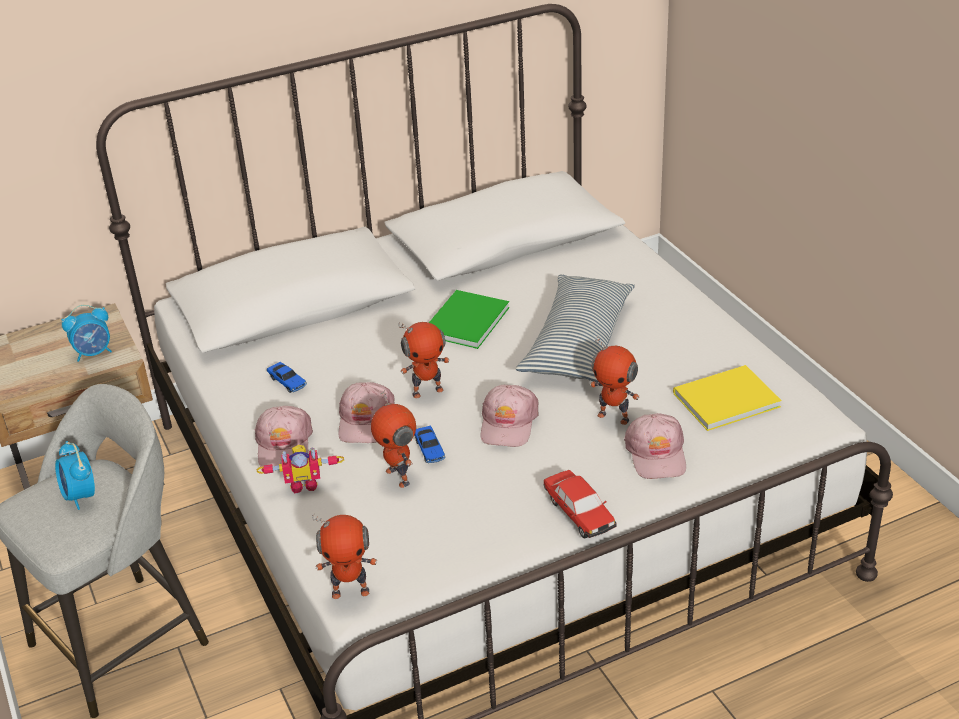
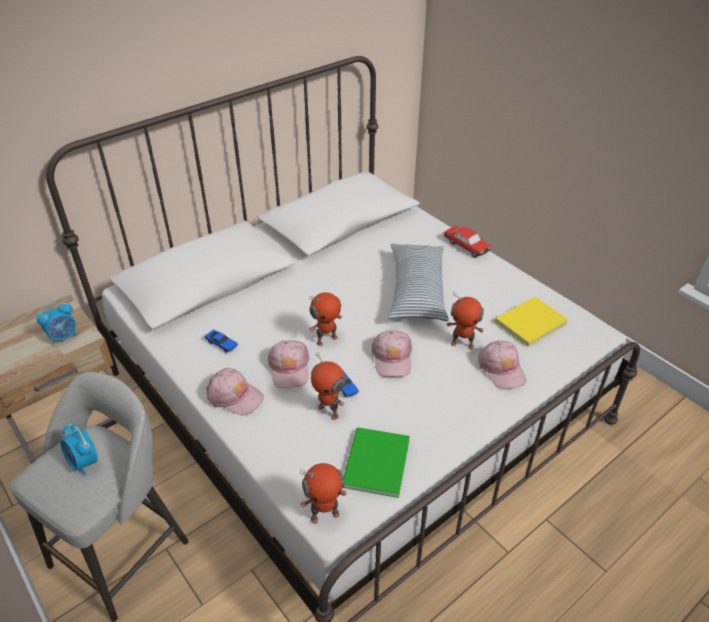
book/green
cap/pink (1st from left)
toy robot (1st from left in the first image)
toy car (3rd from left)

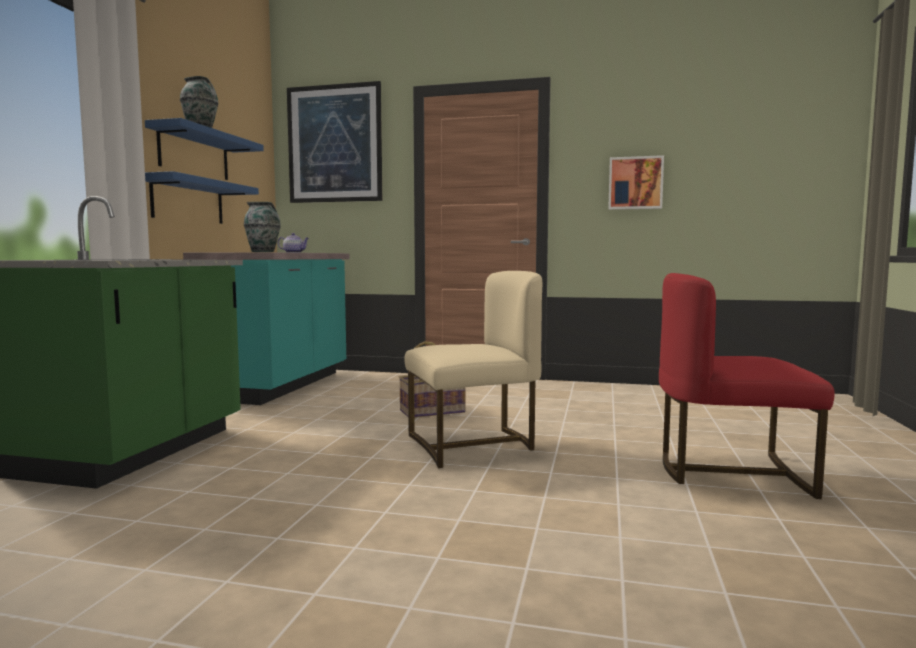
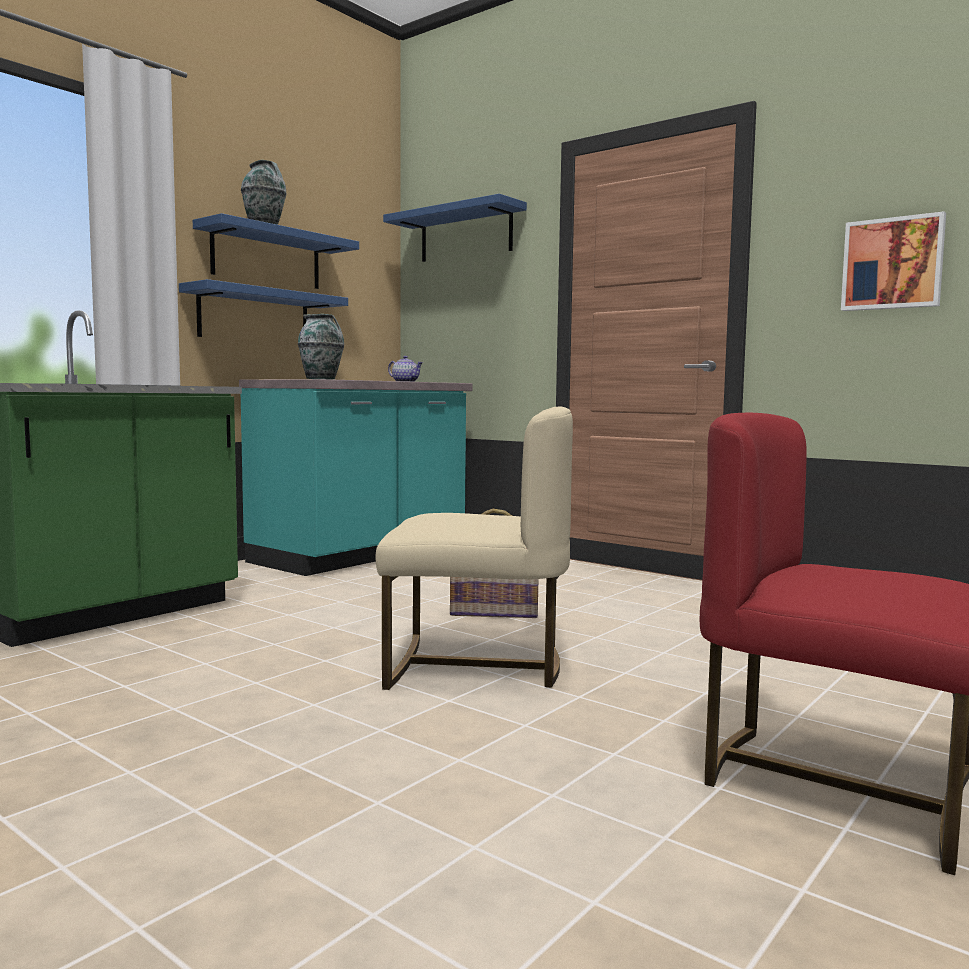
shelf/blue (3rd from left)

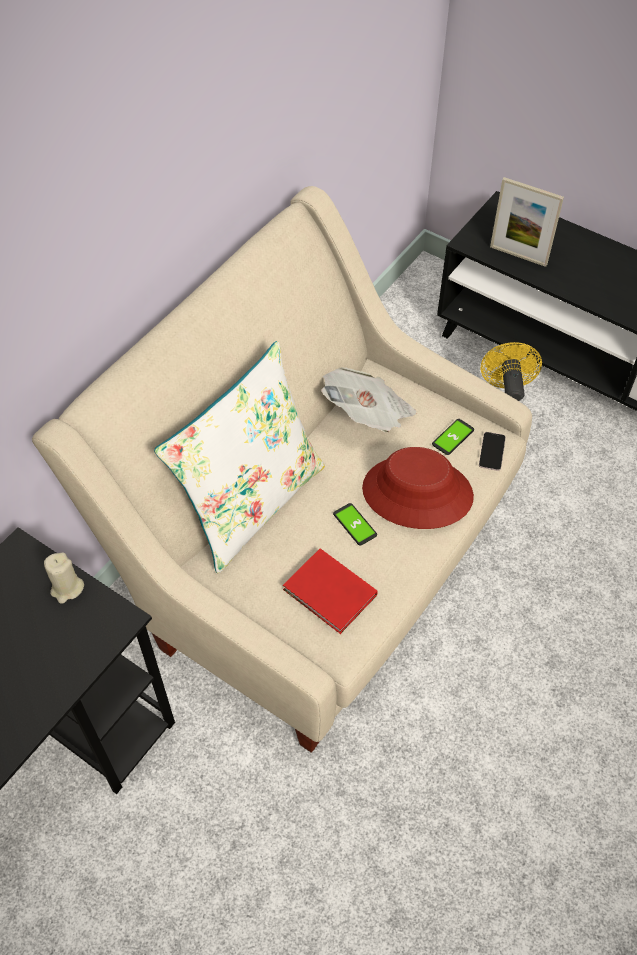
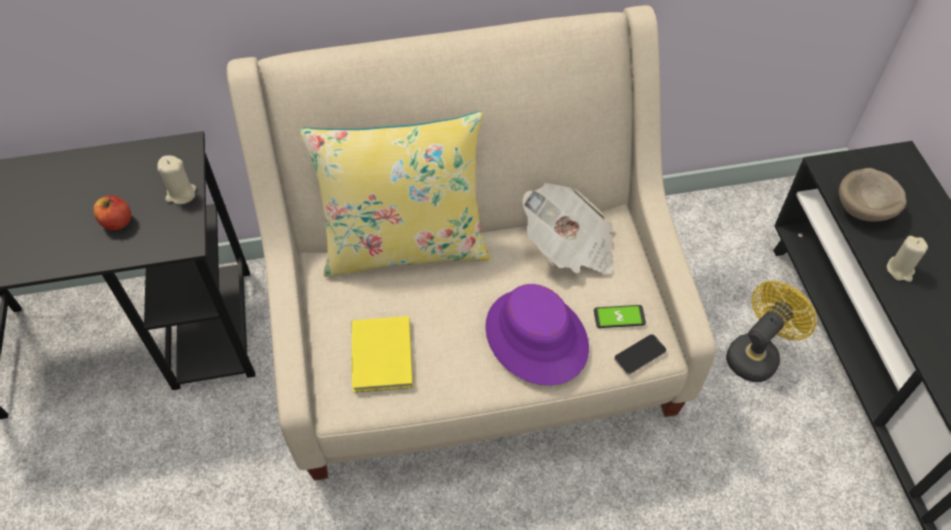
bowl/beige
pillow/yellow
hat/purple
phone (1st from left in the first image)
book/yellow
apple
candle/beige (2nd from left)

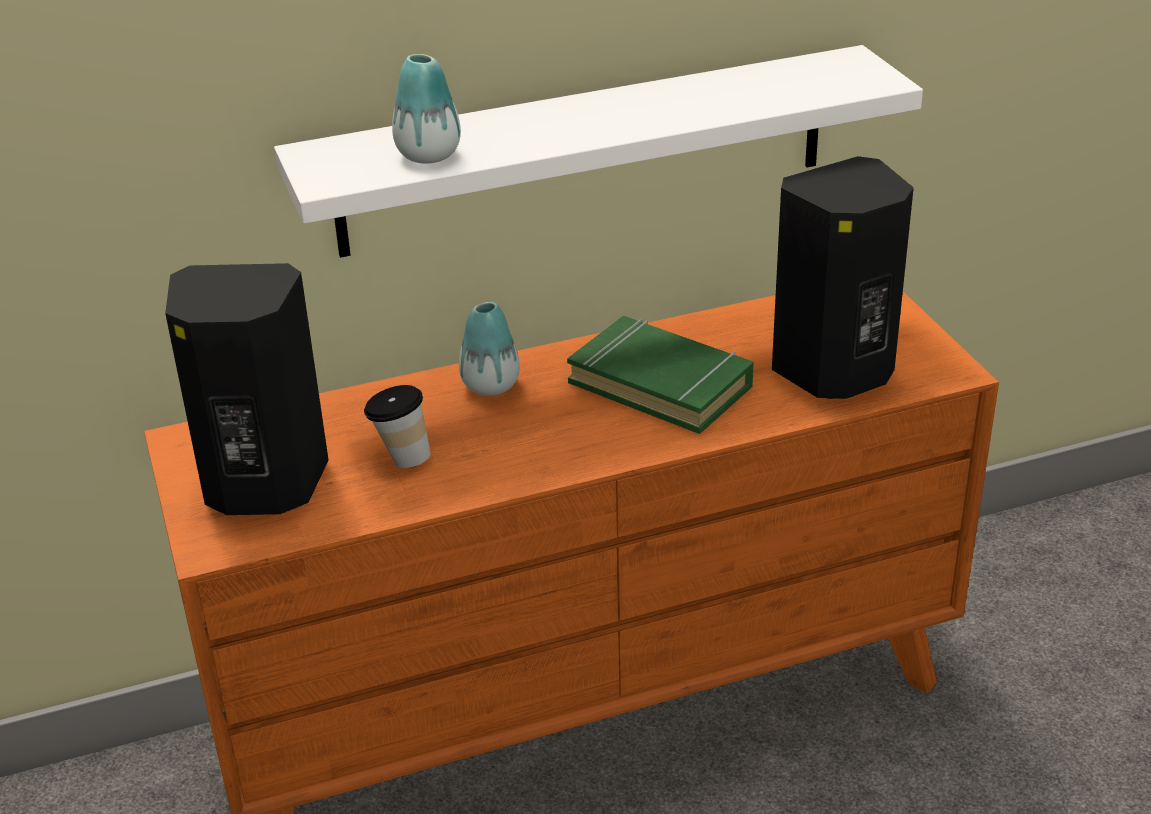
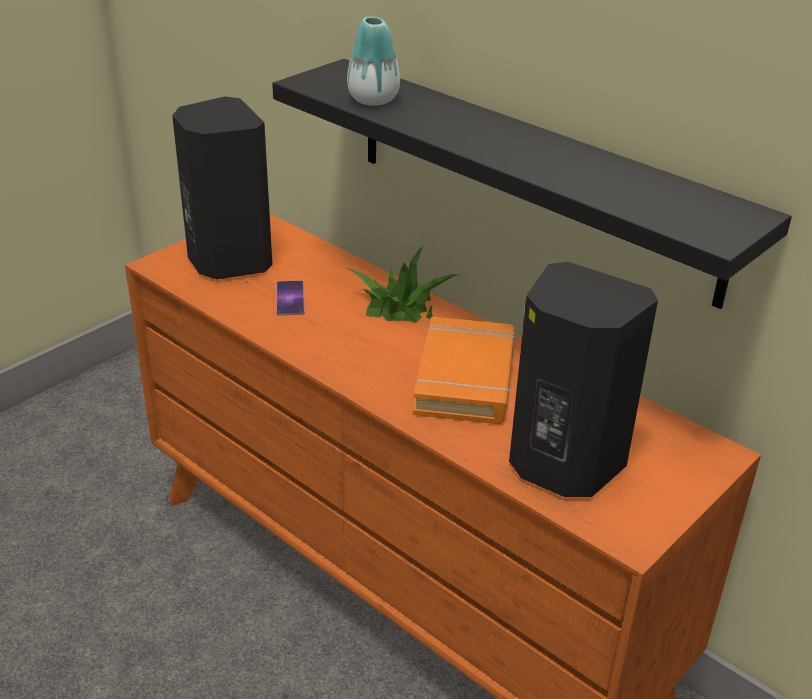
shelf/black
potted plant
book/orange
phone

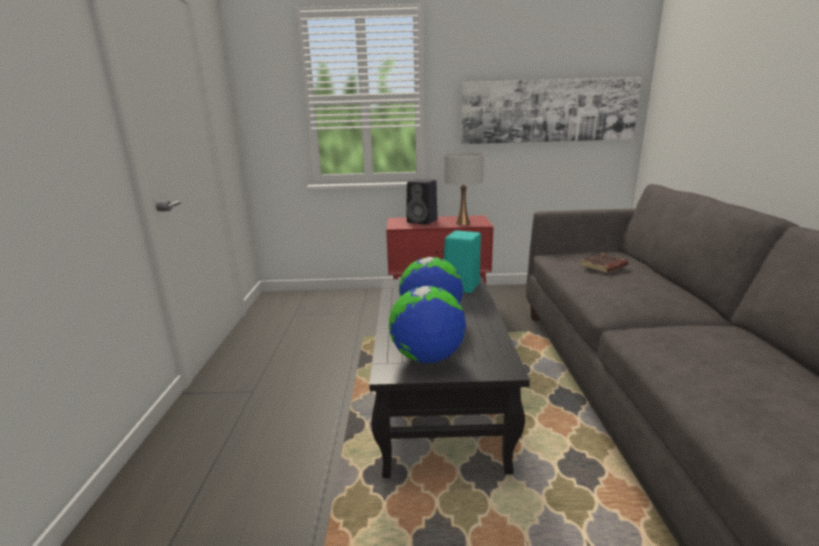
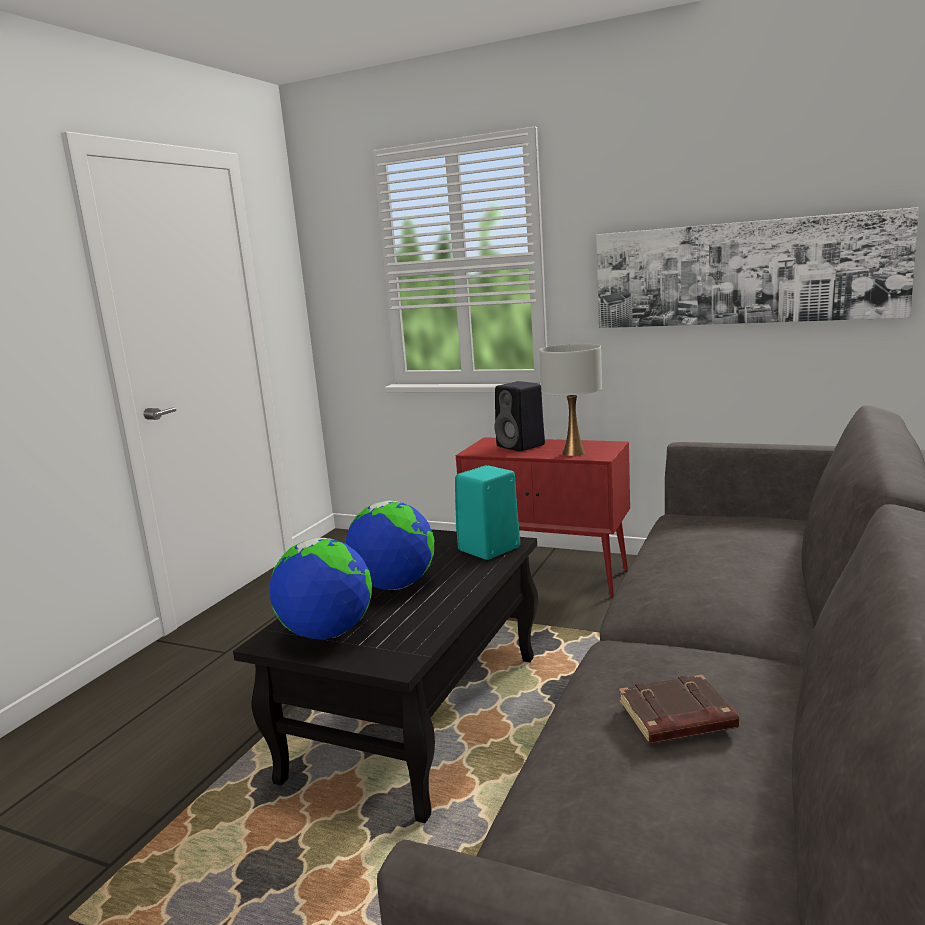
book/brown

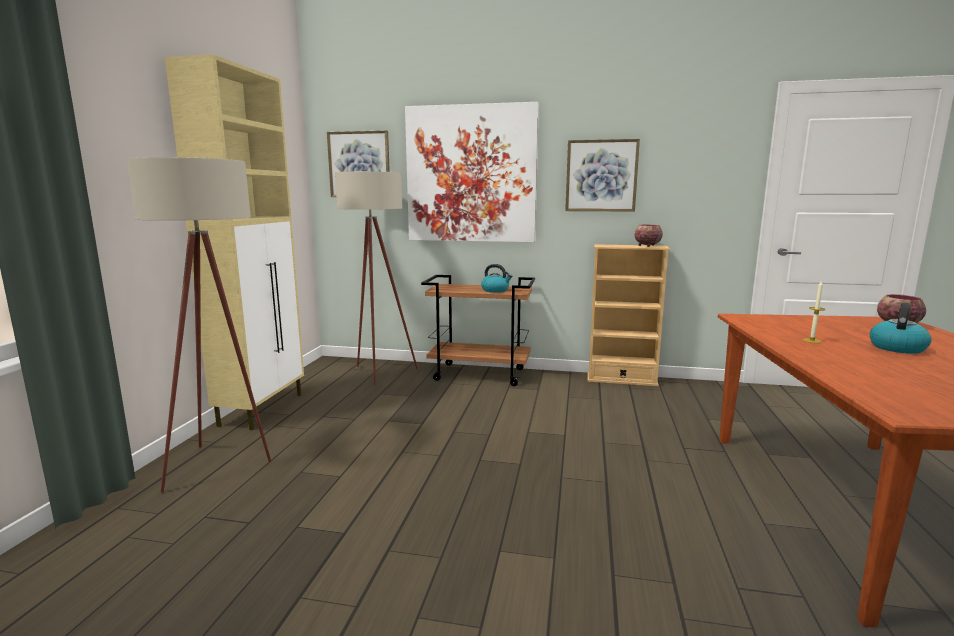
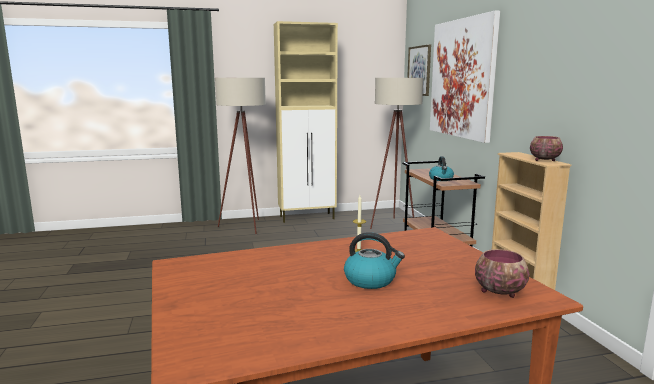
picture (3rd from left in the first image)

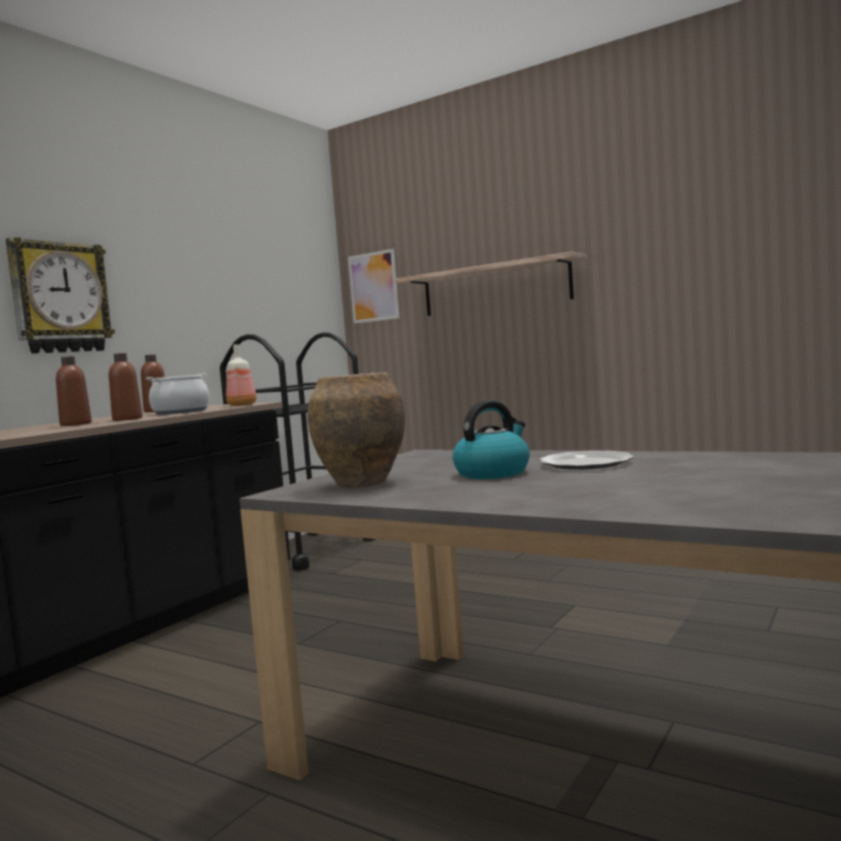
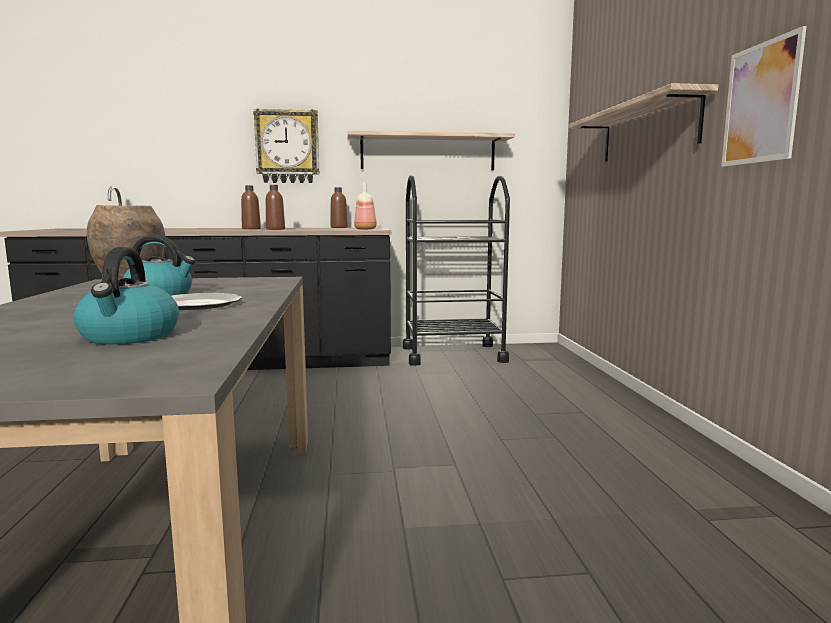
picture
cooking pot
shelf (1st from left)
kettle (1st from left)

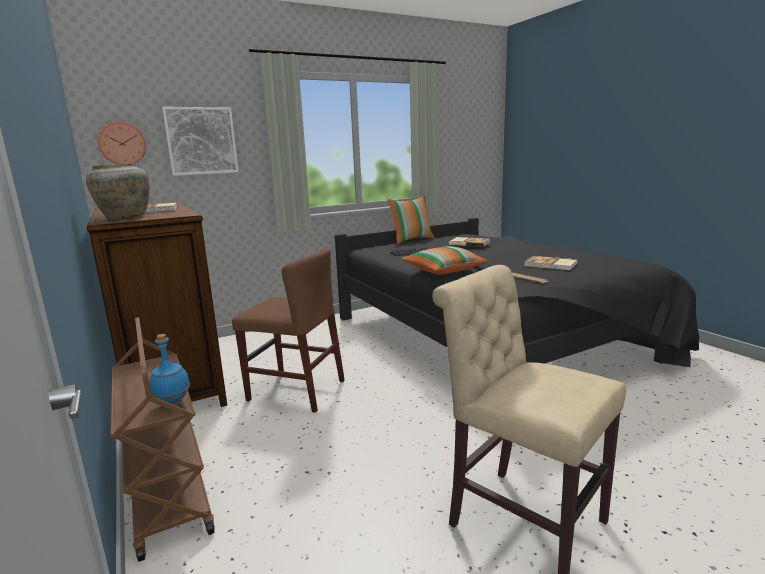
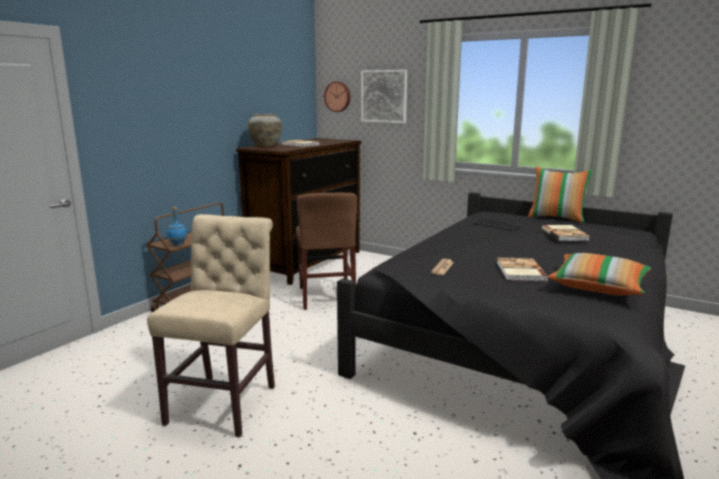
pillow (2nd from left)

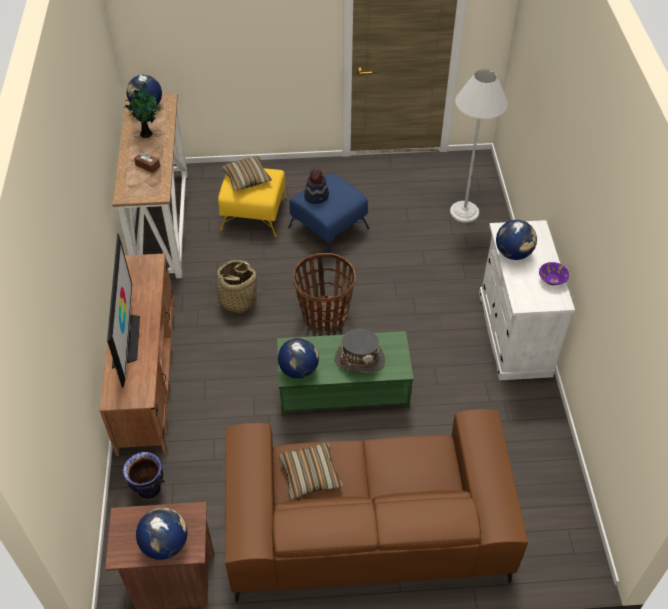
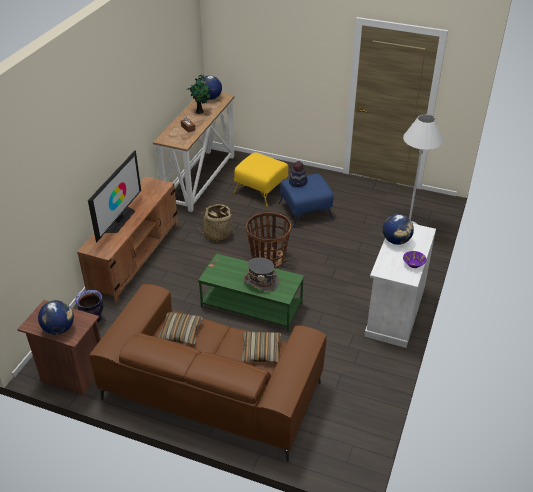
pillow (2nd from left)
globe (3rd from left in the first image)

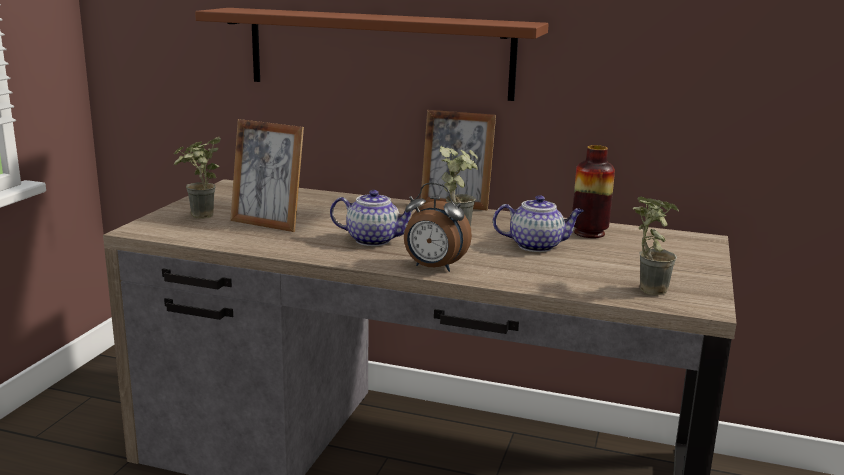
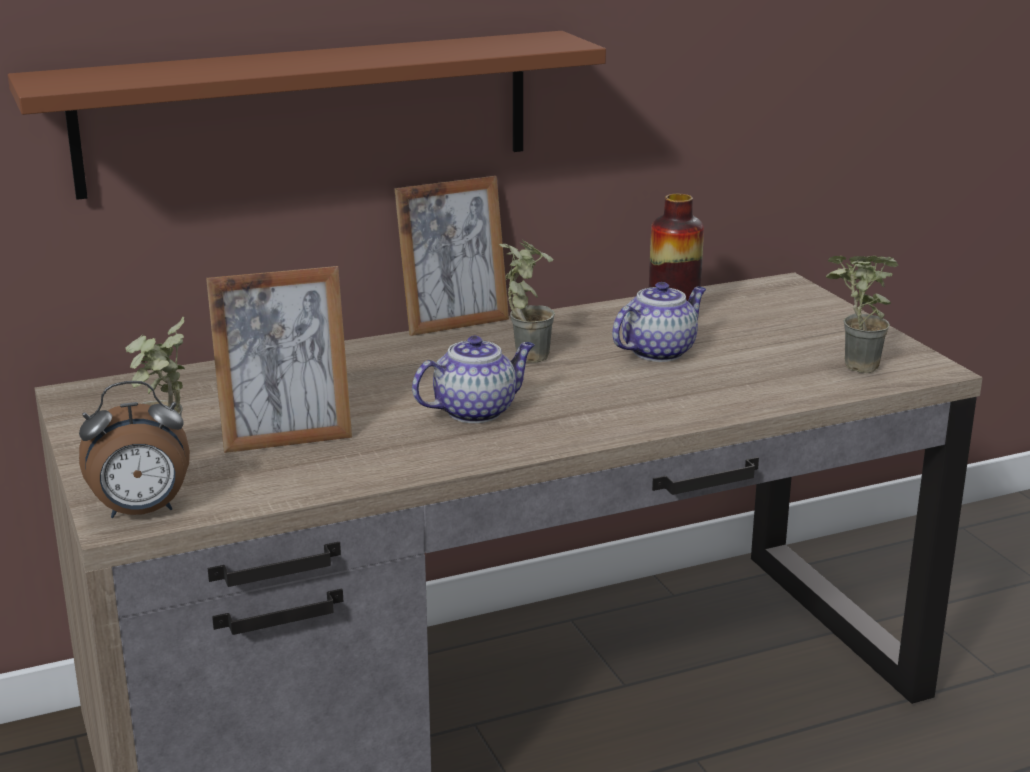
alarm clock

